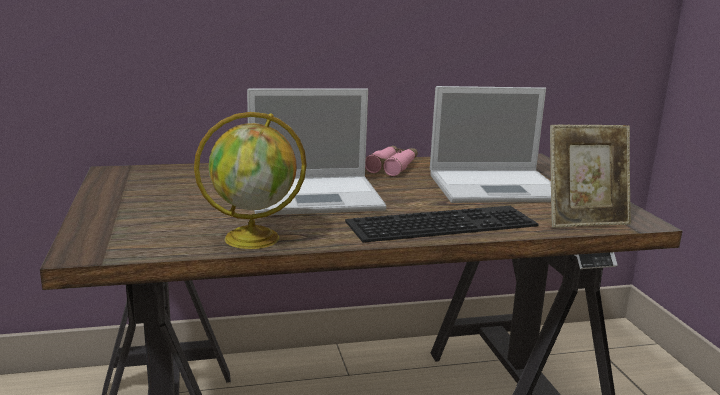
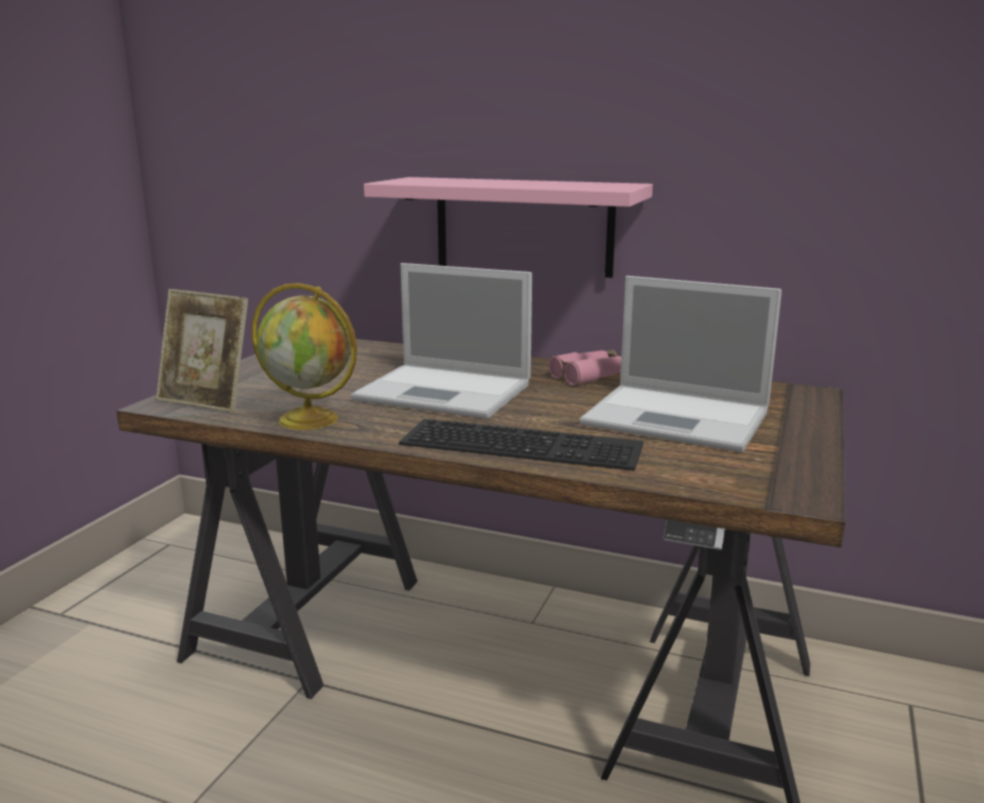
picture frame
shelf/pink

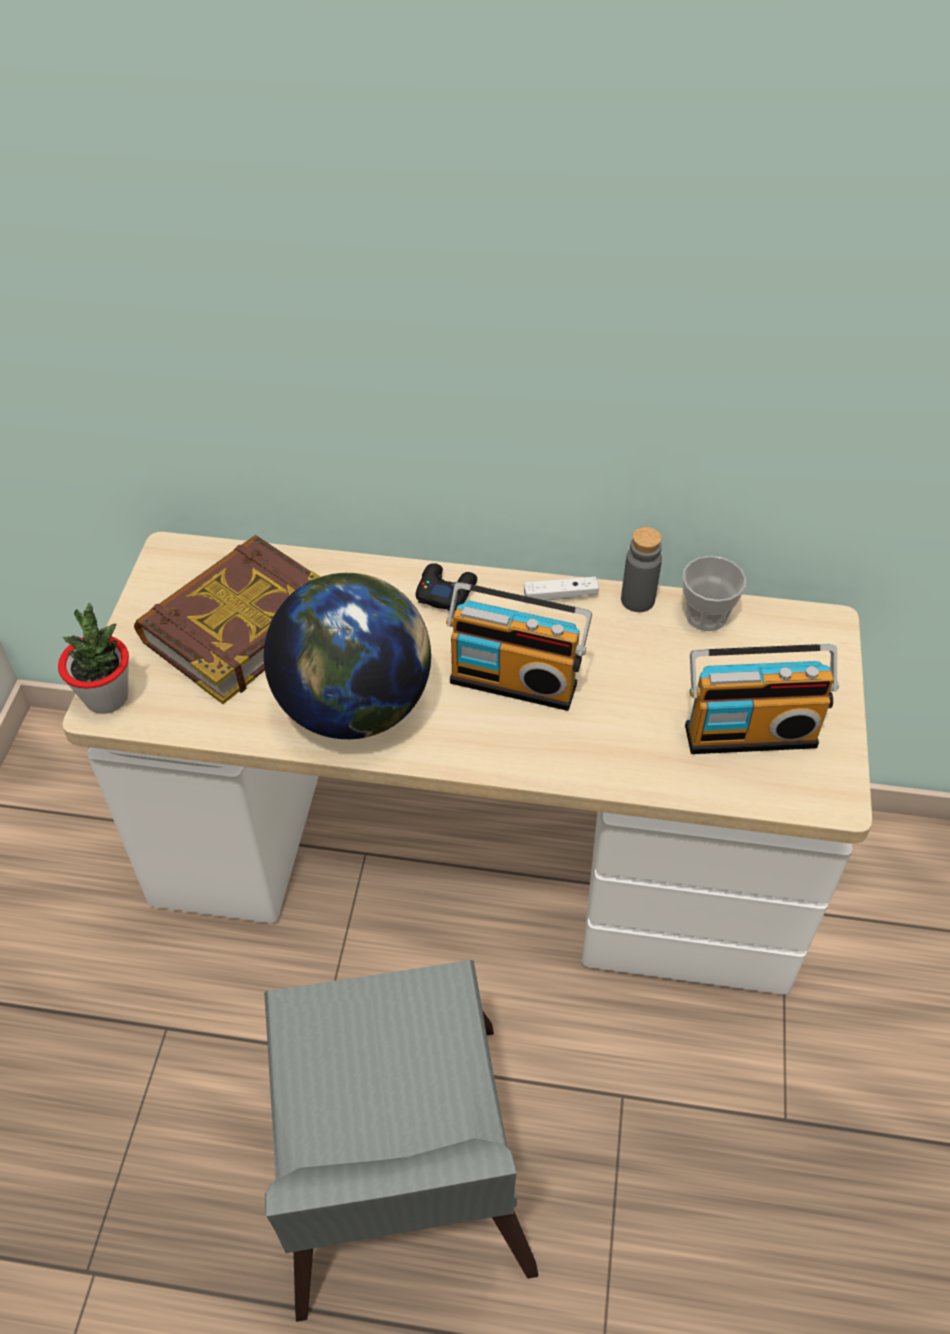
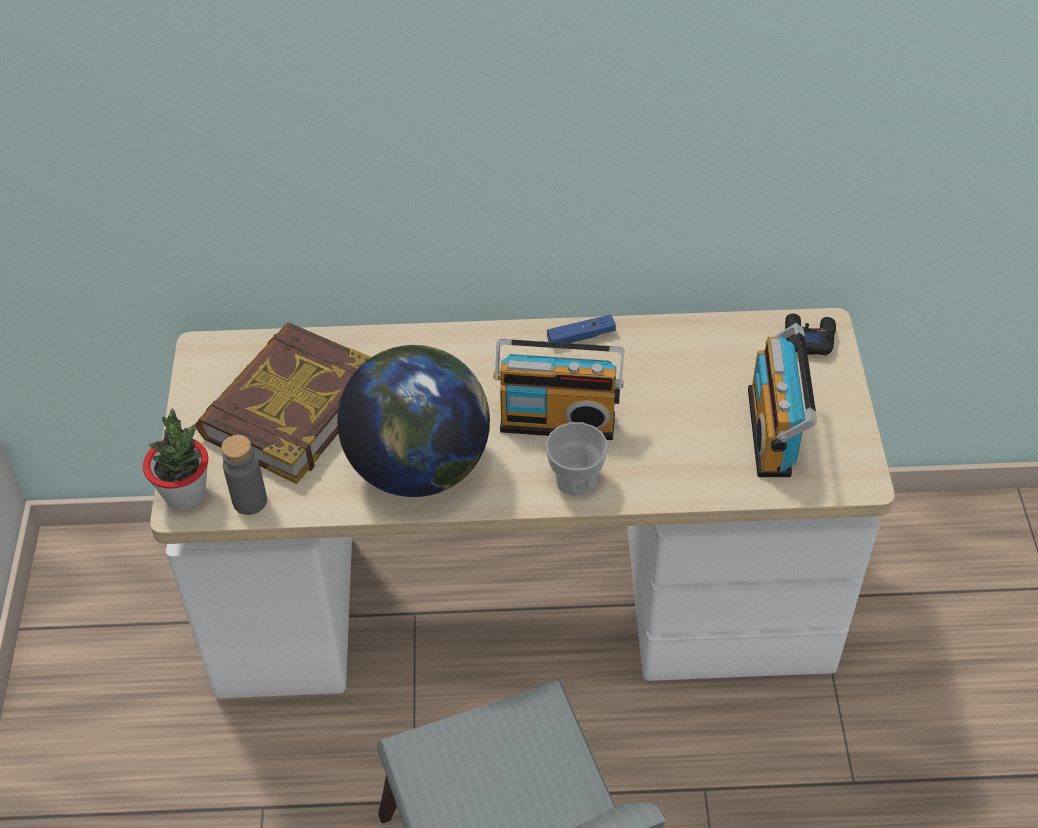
bottle/grey
cup
game controller/black
game controller/blue
radio (2nd from left)

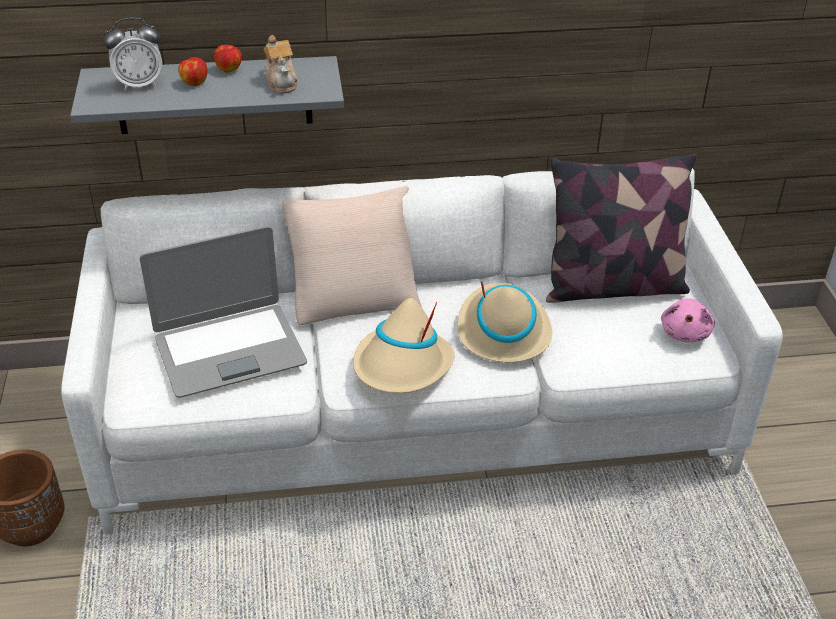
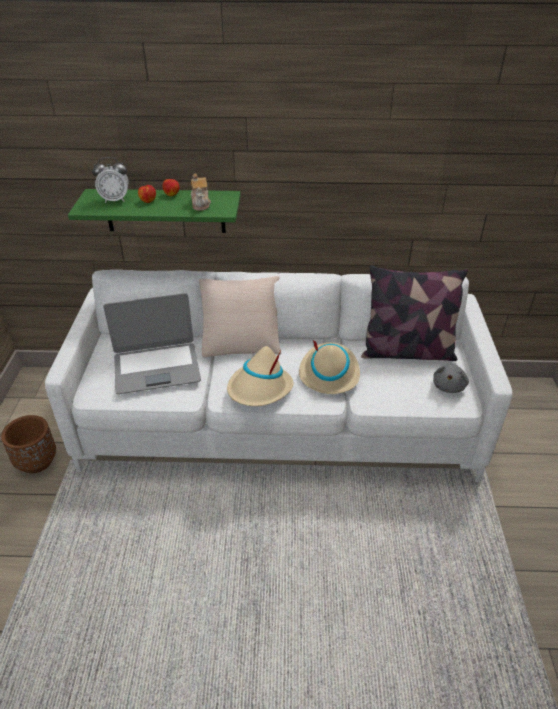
shelf/green
plush toy/grey

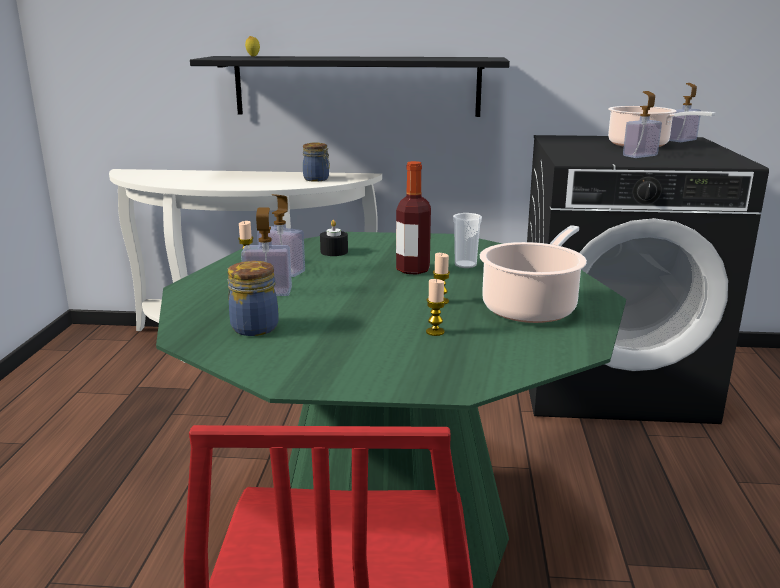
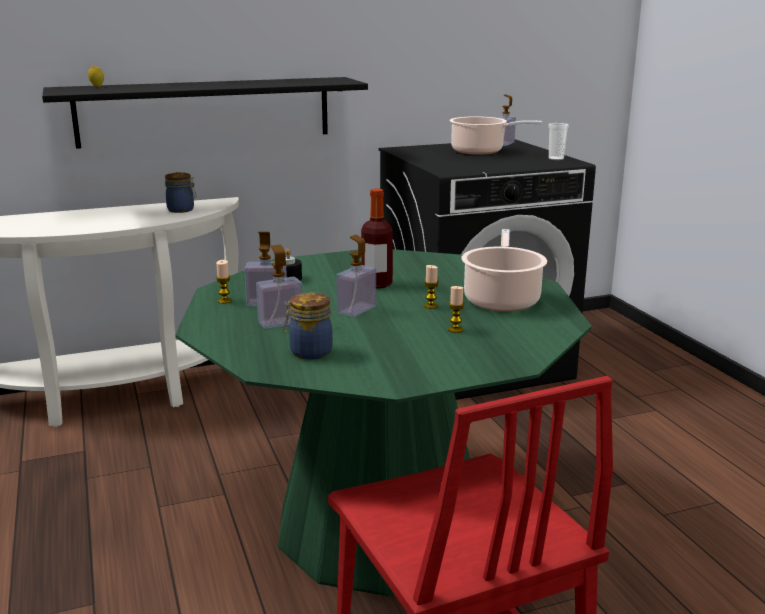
soap dispenser (3rd from left)
cup

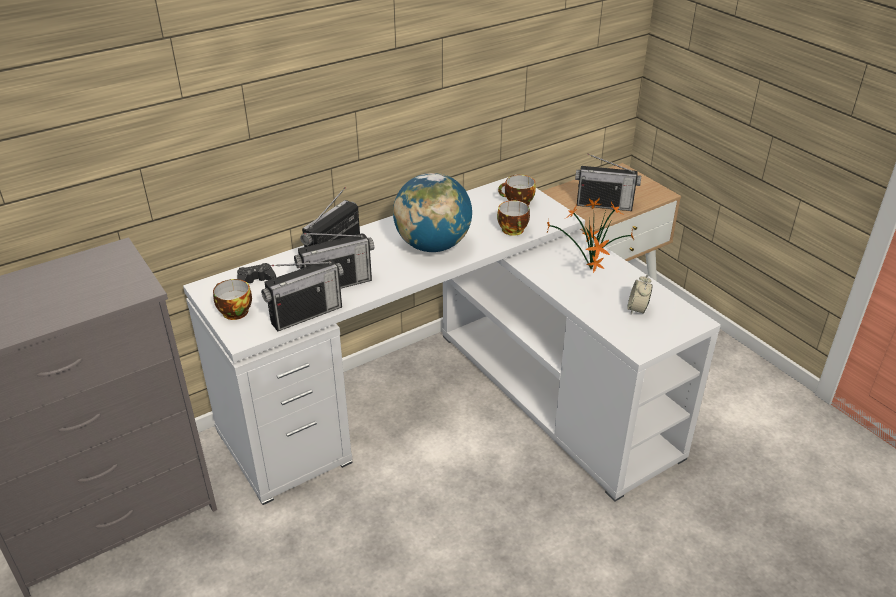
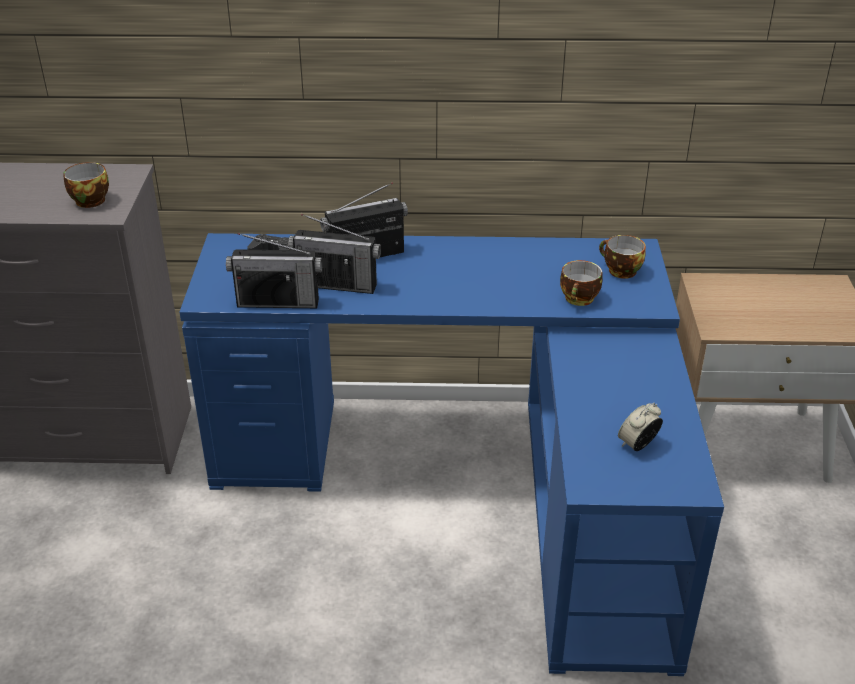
radio (4th from left in the first image)
globe
desk/blue
potted plant
cup (1st from left)

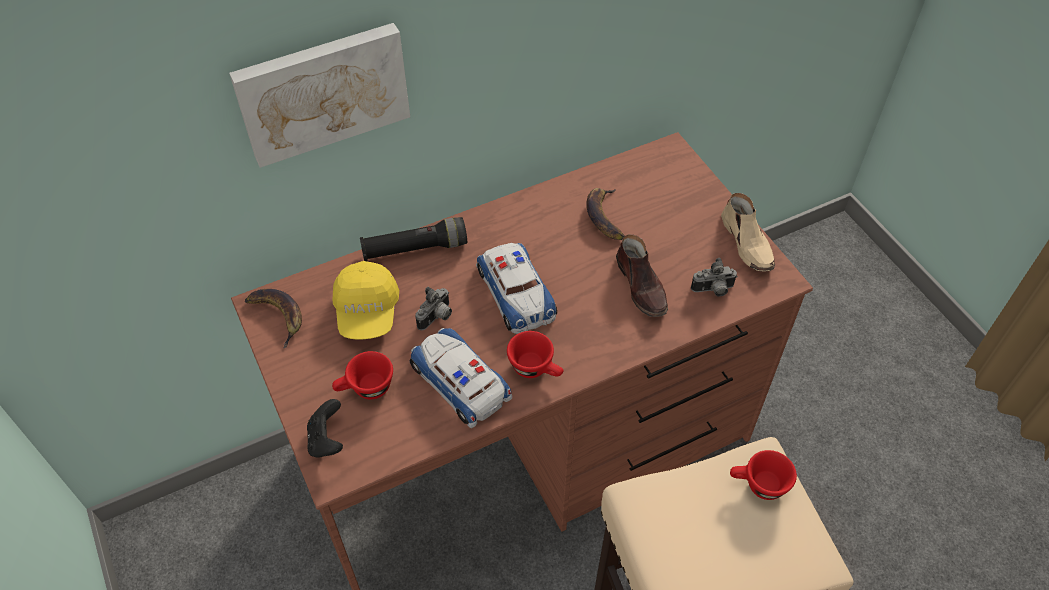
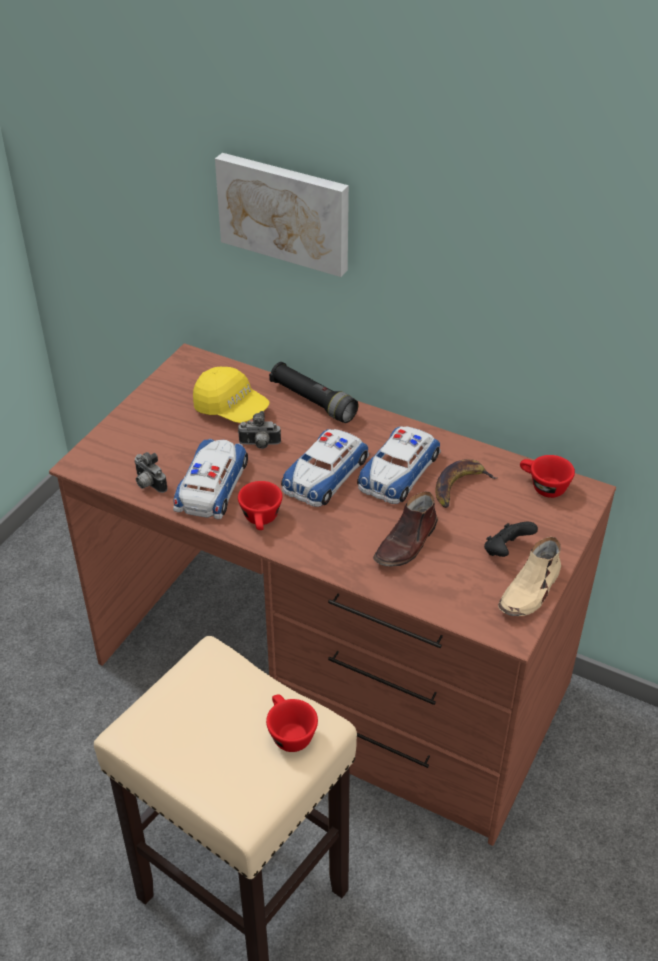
photo camera (1st from left)
cap/yellow
banana (1st from left in the first image)
cup/red (3rd from left)
game controller/black
toy car (3rd from left)

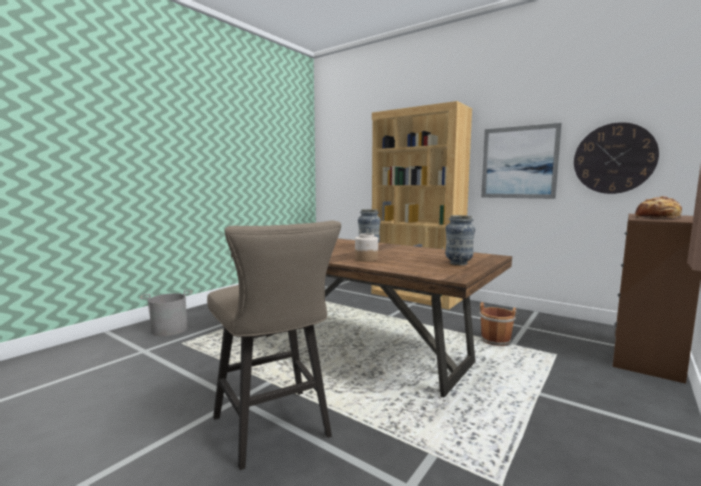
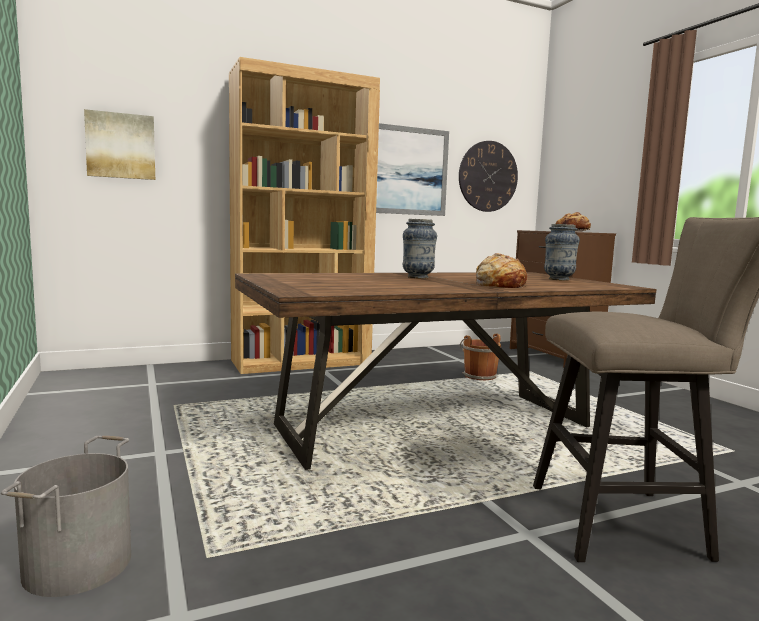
bread (1st from left)
picture (1st from left)

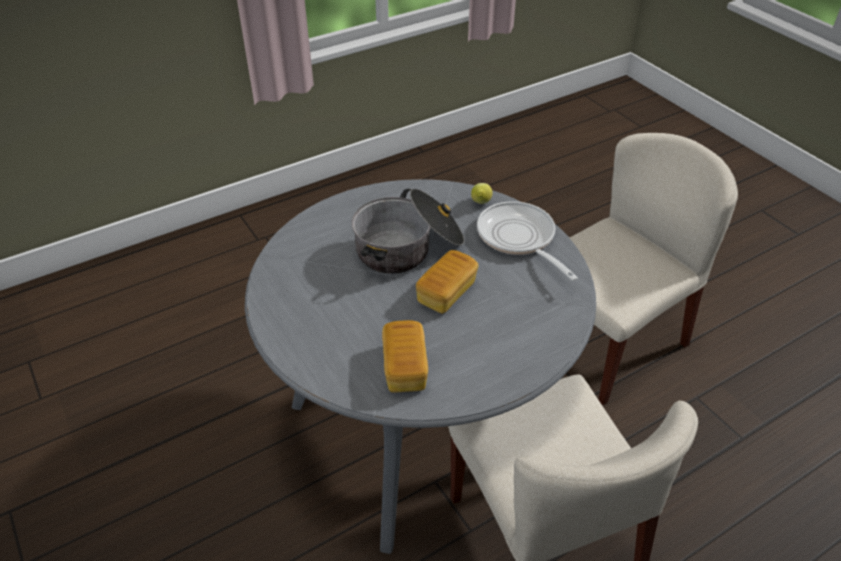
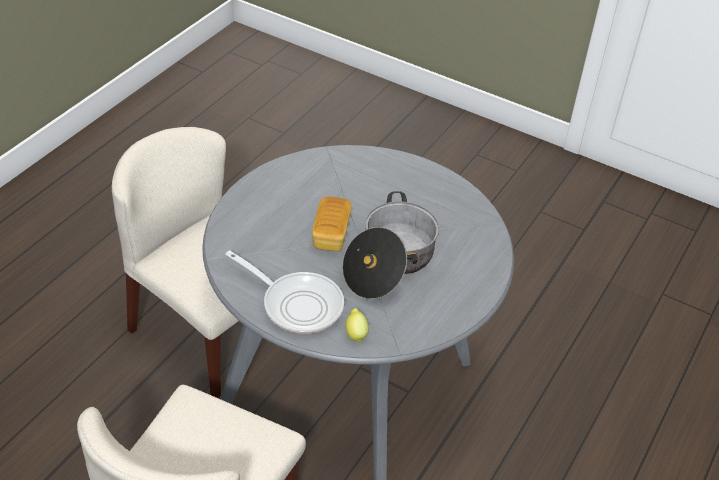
bread (1st from left in the first image)

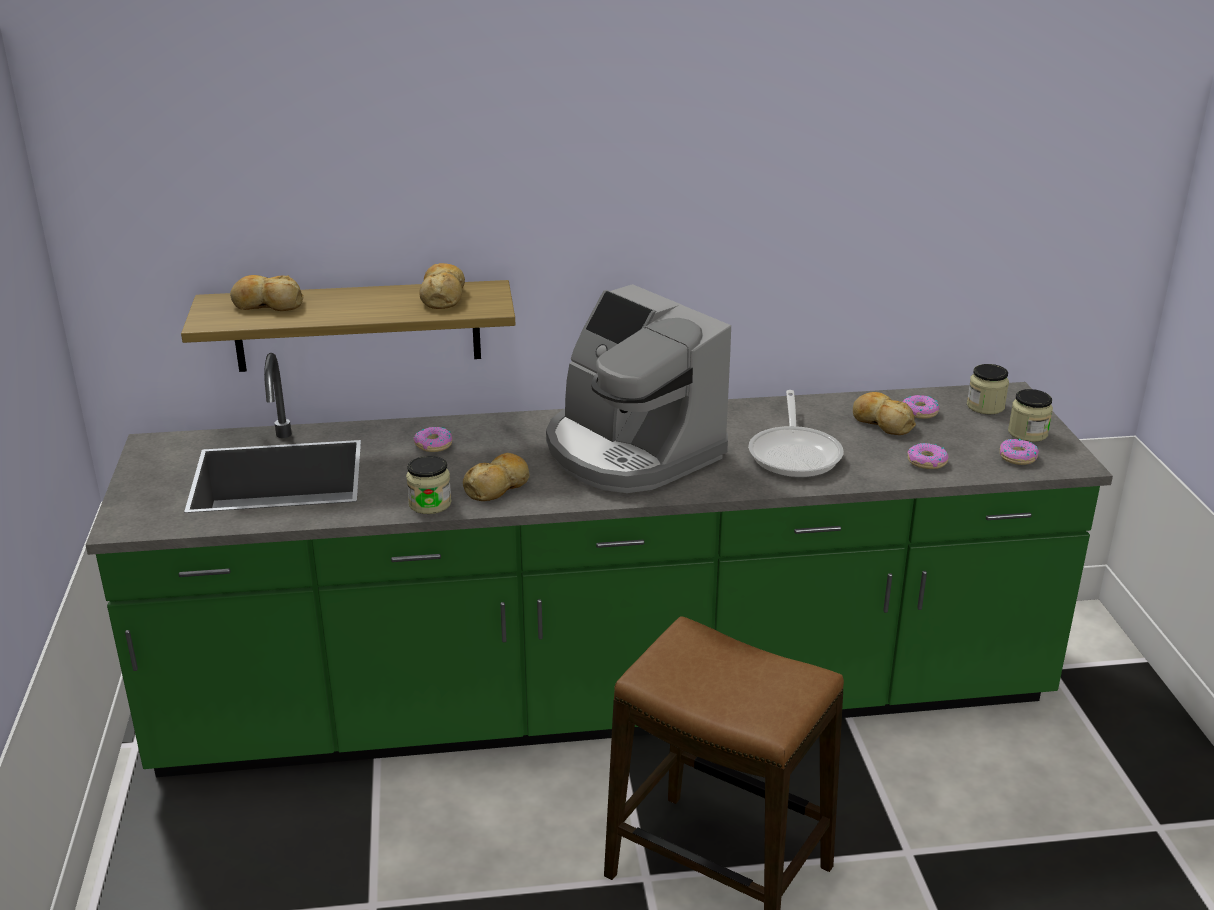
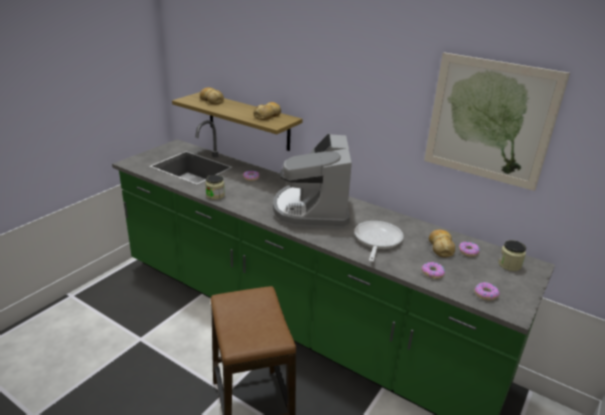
jar (3rd from left in the first image)
frying pan
bread (3rd from left in the first image)
picture

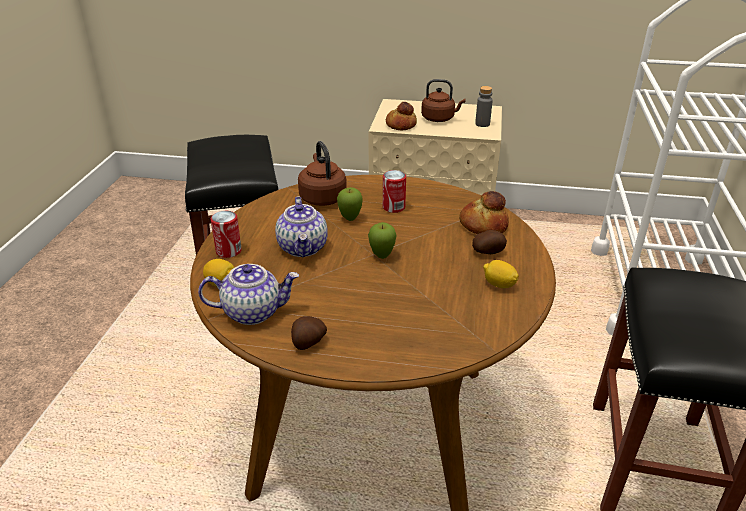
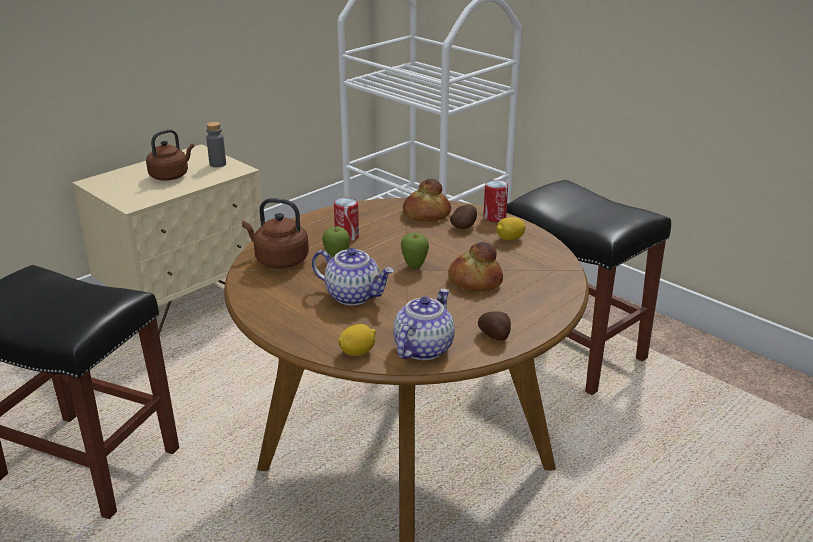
bread (2nd from left)
can (2nd from left)

